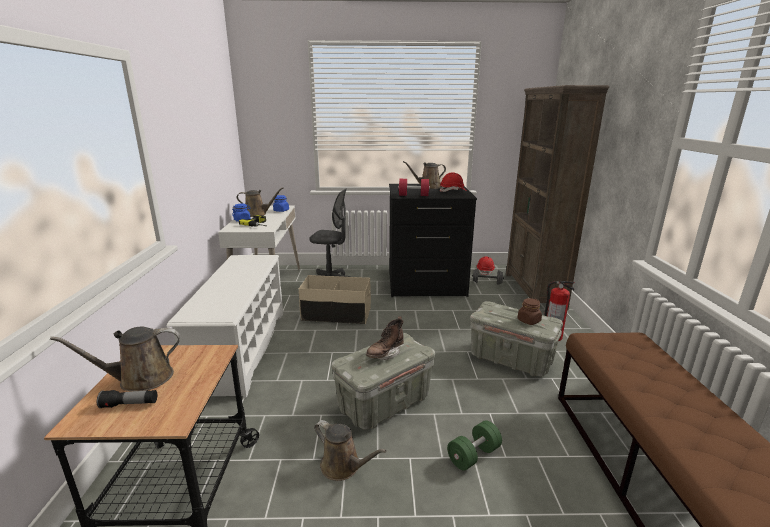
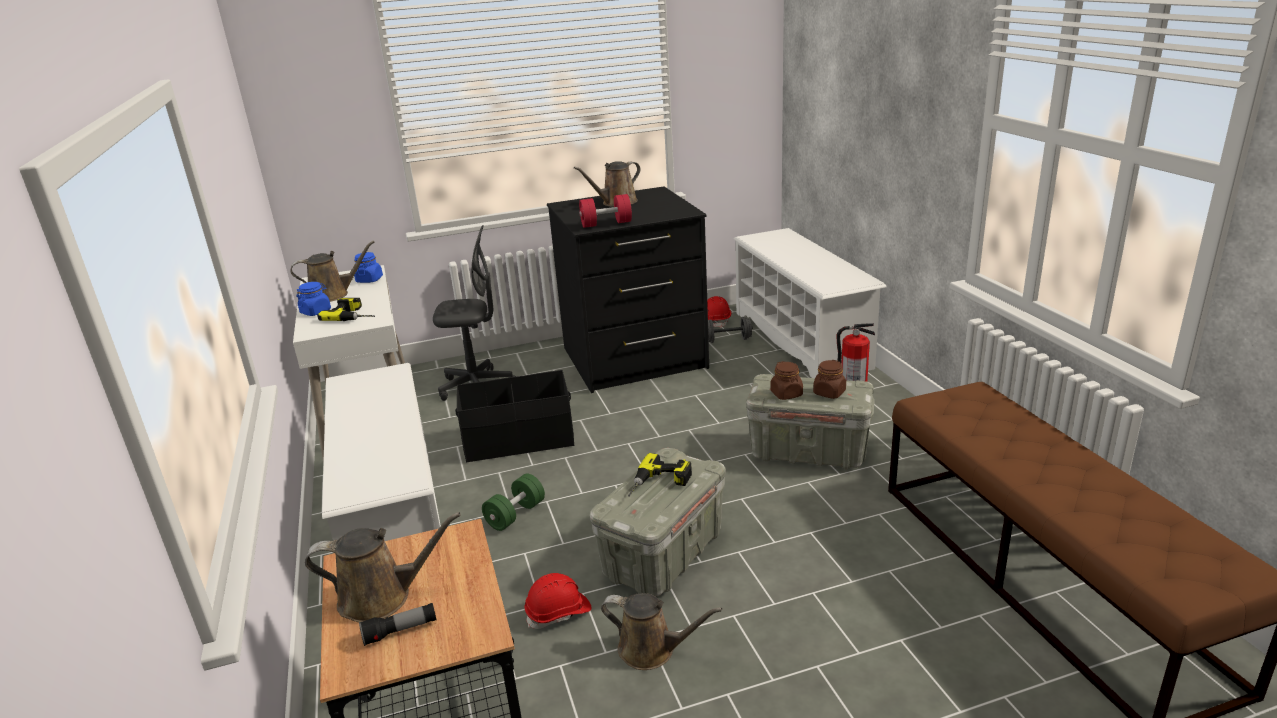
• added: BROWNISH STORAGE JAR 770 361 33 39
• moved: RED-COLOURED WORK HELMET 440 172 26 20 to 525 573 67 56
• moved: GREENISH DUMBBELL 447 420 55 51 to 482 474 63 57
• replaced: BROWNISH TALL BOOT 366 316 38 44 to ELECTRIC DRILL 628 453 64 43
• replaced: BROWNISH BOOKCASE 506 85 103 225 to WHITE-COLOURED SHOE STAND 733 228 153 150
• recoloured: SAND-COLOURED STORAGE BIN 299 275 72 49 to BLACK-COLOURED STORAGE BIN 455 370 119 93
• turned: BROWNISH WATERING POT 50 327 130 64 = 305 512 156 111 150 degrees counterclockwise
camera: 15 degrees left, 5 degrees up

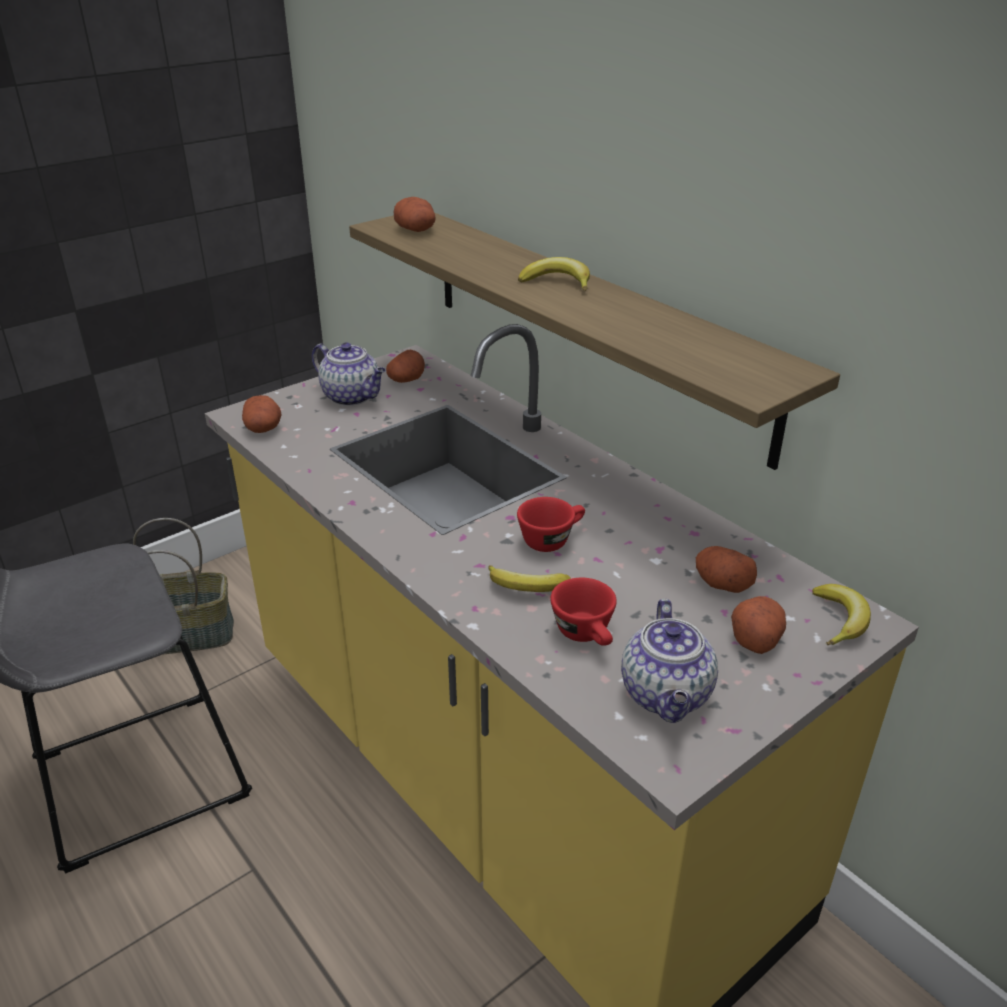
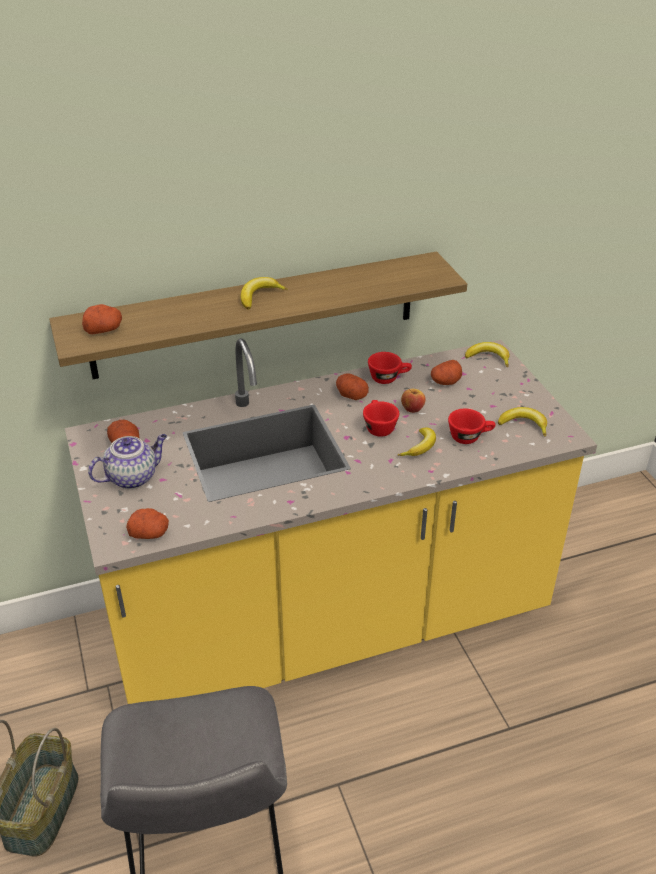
• added: RED-COLOURED DRINKING CUP 368 352 44 32
• added: WHOLE APPLE 401 389 25 24
• moved: WHOLE POTATO 731 596 55 58 to 336 374 33 26
• replaced: TEA POT 621 599 97 124 to BANANA 498 407 49 30
camera: 70 degrees left, 5 degrees up

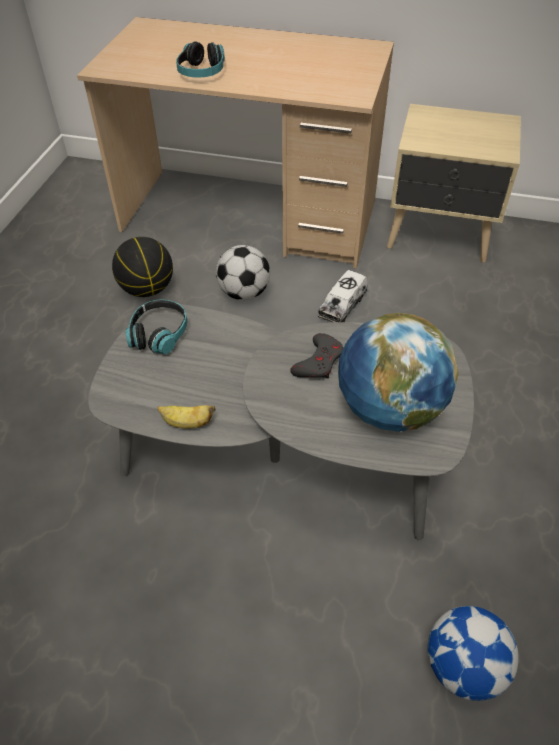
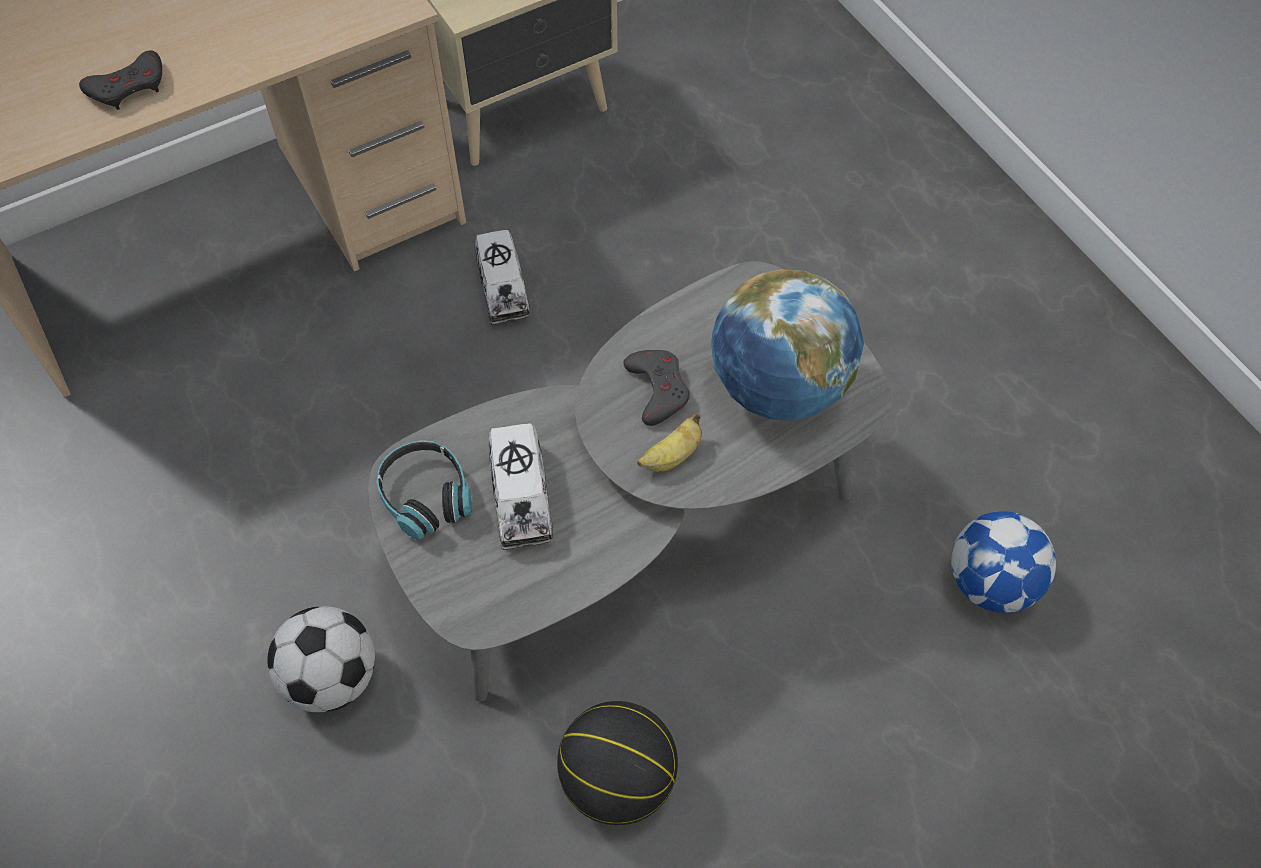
• added: MODEL TRUCK 488 423 66 127
• moved: BASKETBALL BALL 112 237 61 60 to 557 701 121 124
• moved: BANANA 158 405 57 23 to 637 413 65 59
• moved: FOOTBALL 216 245 54 55 to 267 606 108 107
• replaced: HEADSET 176 41 49 36 to GREY GAMEPAD 79 50 83 60
camera: 45 degrees left, 10 degrees up

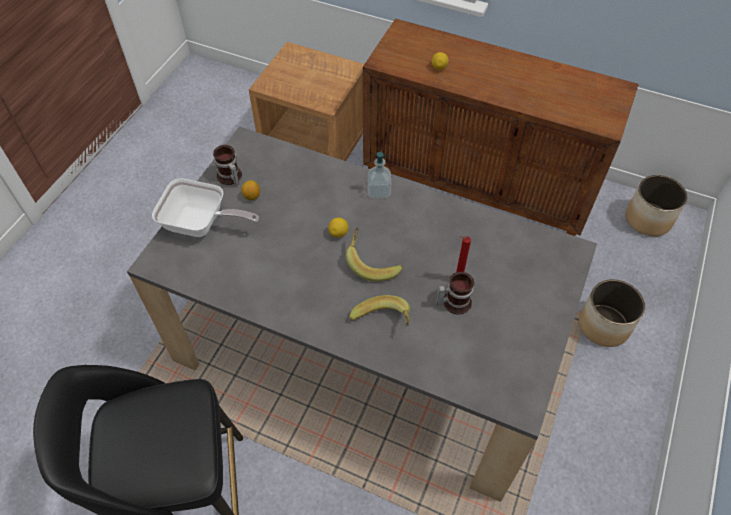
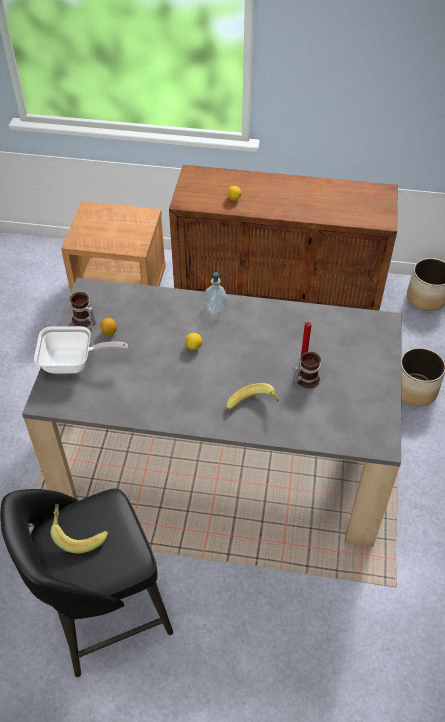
• moved: BANANA 346 227 57 55 to 50 504 58 49
camera: 15 degrees left, 5 degrees down

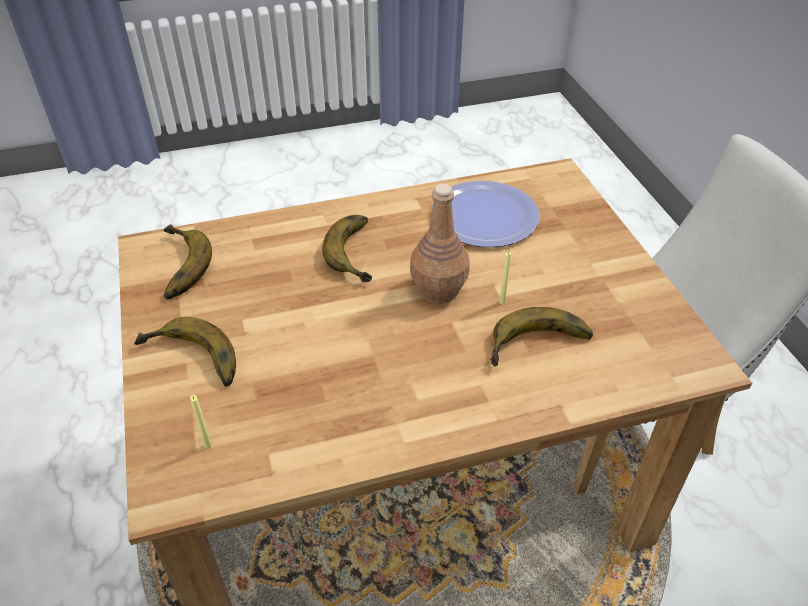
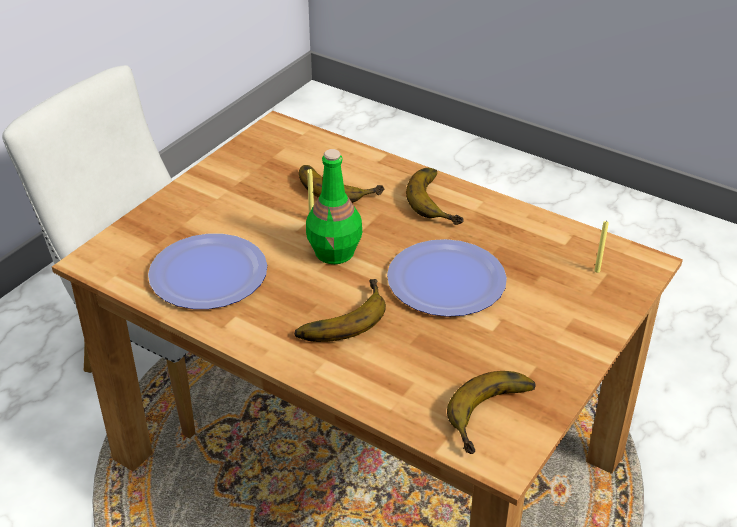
• added: DINNER PLATE 387 239 120 78
• moved: BANANA 134 317 102 70 to 406 168 57 57
• recoloured: BROWNISH BEVERAGE BOTTLE 410 184 60 120 to GREENISH BEVERAGE BOTTLE 306 149 56 115
camera: 130 degrees left, 5 degrees down

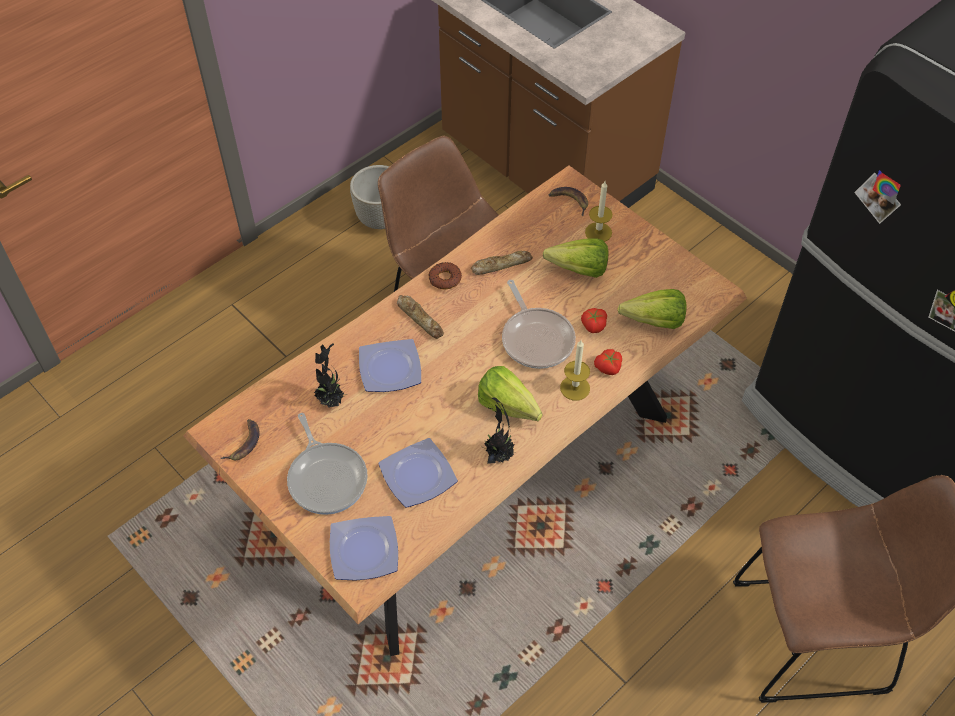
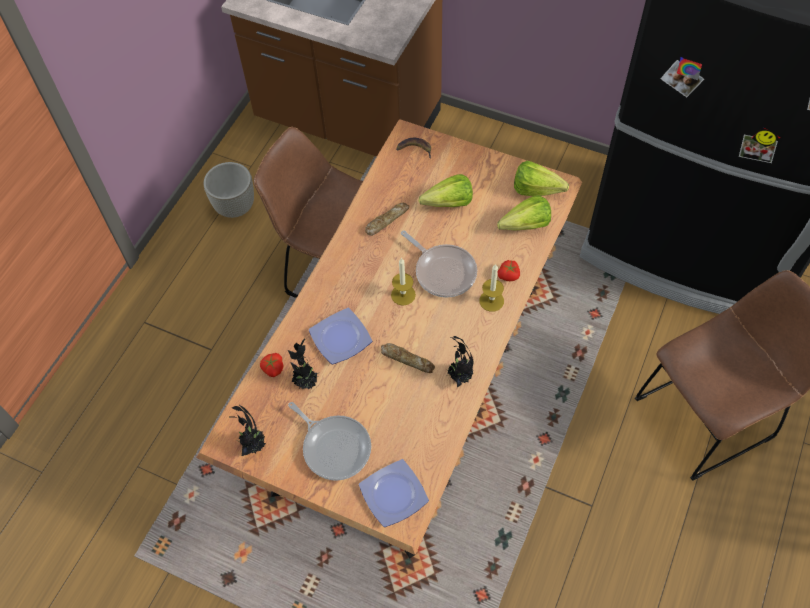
• removed: DINNER PLATE 378 438 80 70
• removed: DONUT 429 262 33 28
• moved: BAKERY BREAD 397 295 47 44 to 381 343 54 30
• moved: HEAD OF LETTUCE 478 366 64 55 to 514 161 55 35
• moved: TOMATO 581 308 26 25 to 260 353 23 24
• moved: WAX LIGHT 585 181 28 61 to 391 258 25 48
• replaced: BANANA 221 419 38 41 to HOUSEPLANT 229 404 37 52
camera: 20 degrees left, 5 degrees up

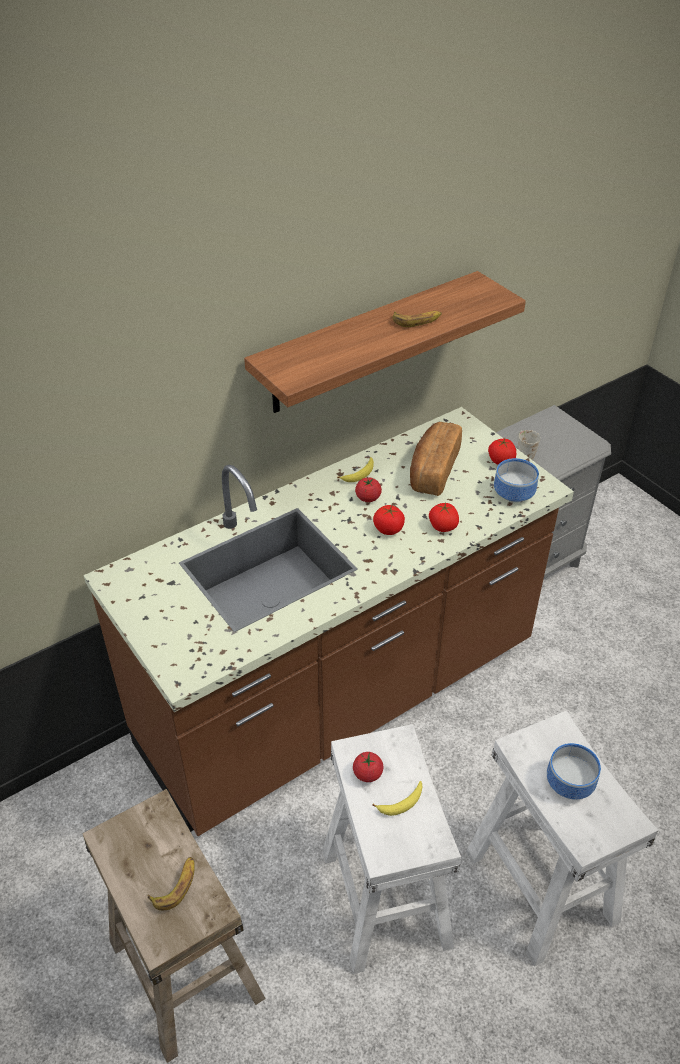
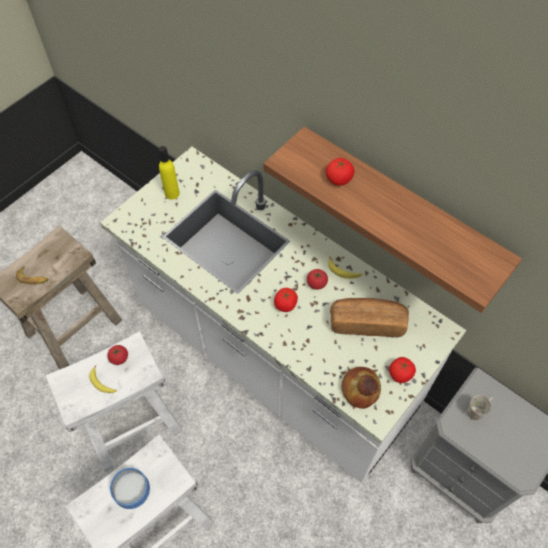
• removed: BANANA 392 311 50 16
• added: YELLOWISH BEVERAGE BOTTLE 159 146 21 54
• moved: TOMATO 429 503 30 29 to 326 158 29 28
• replaced: BOWL 494 458 45 44 to BAKERY BREAD 341 367 40 42
• recoloured: BROWNISH KITCHEN BASE UNIT 83 407 491 429 to WHITE-COLOURED KITCHEN BASE UNIT 100 147 366 336
camera: 75 degrees right, 15 degrees up

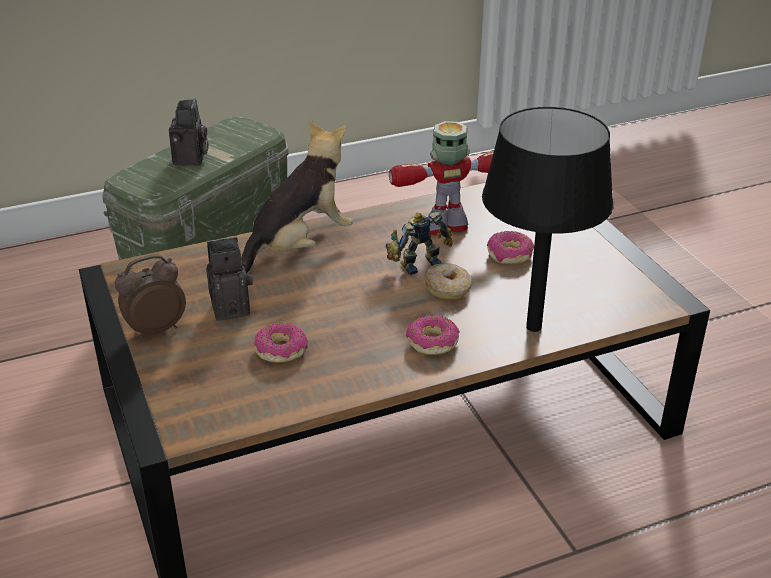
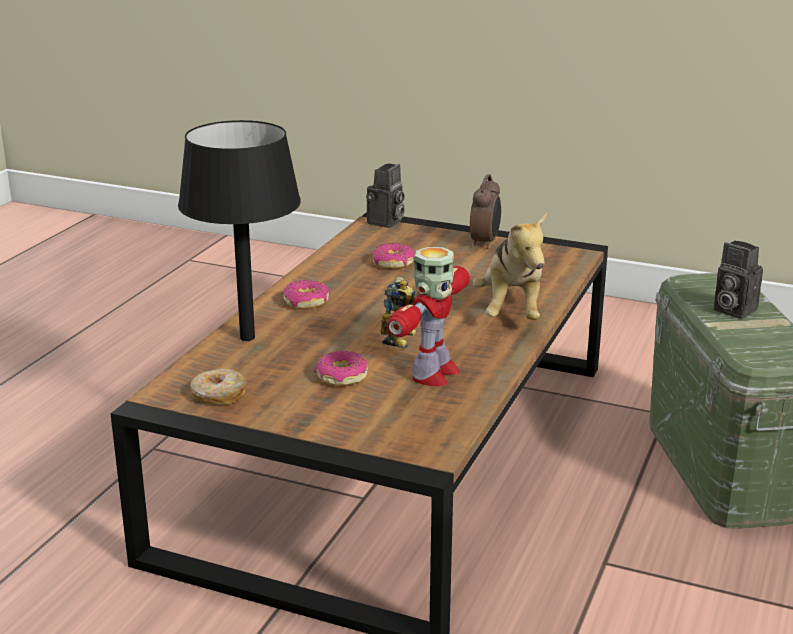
• moved: STILL CAMERA 206 237 47 84 to 366 164 39 64
• moved: DONUT 424 263 48 36 to 190 369 56 36
camera: 135 degrees right, 10 degrees down

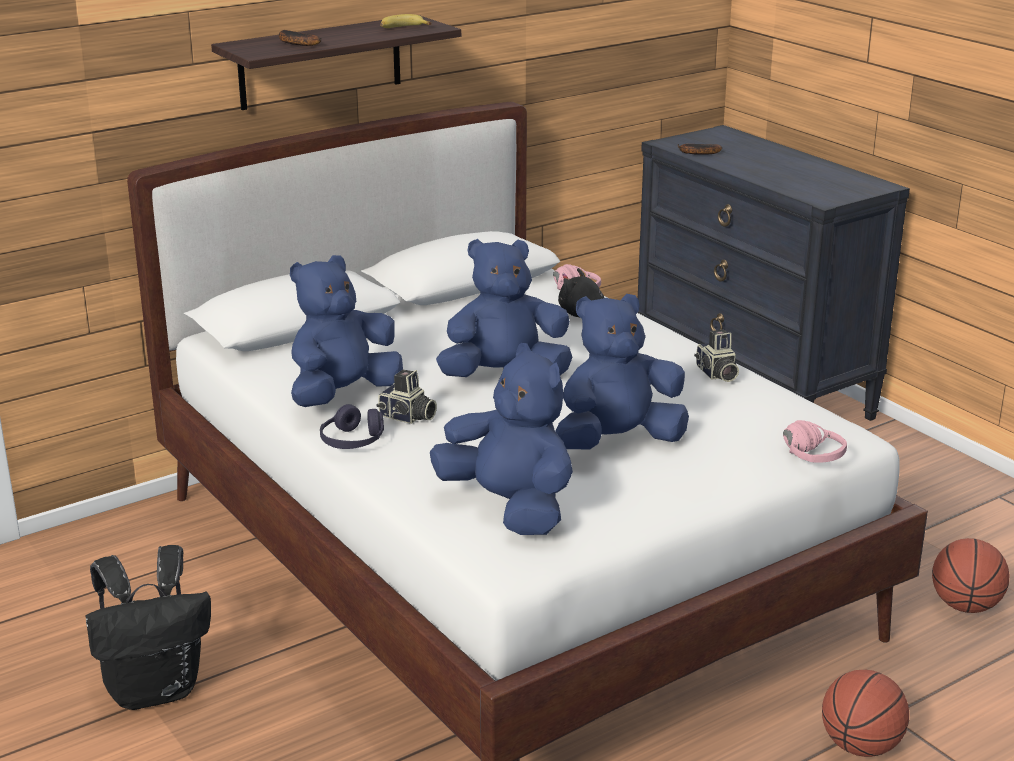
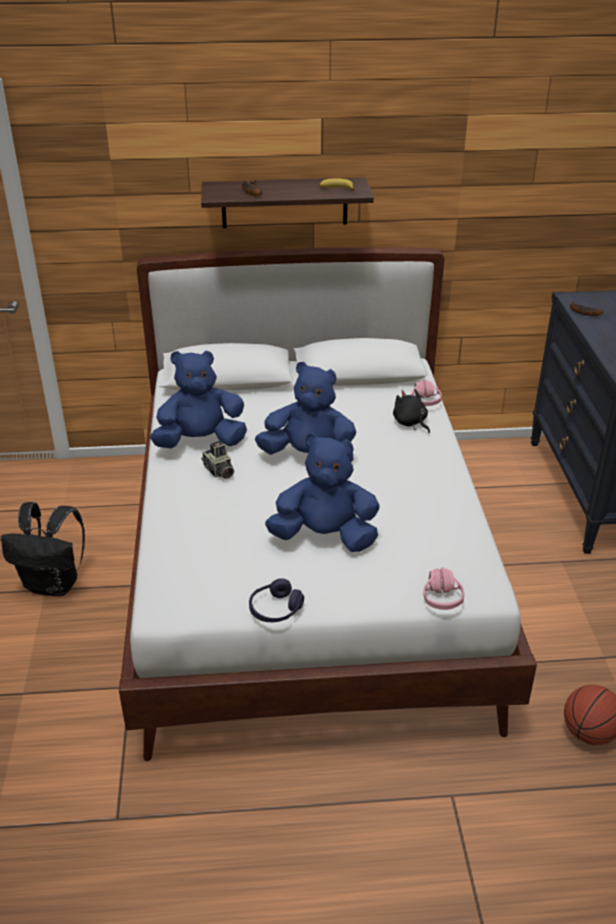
• removed: BLUISH CUDDLY TOY 430 343 143 192
• removed: STILL CAMERA 694 329 45 53
• removed: BASKETBALL BALL 822 670 87 87
• moved: PURPLE HEADSET 320 404 64 45 to 249 578 55 44
camera: 30 degrees right, 10 degrees up

